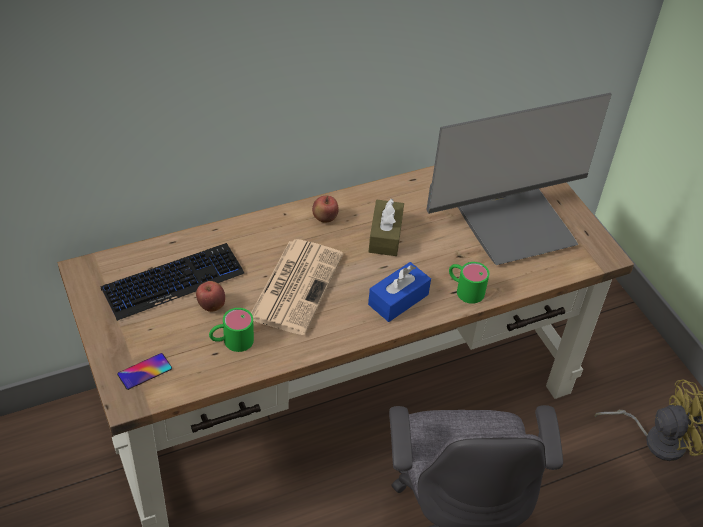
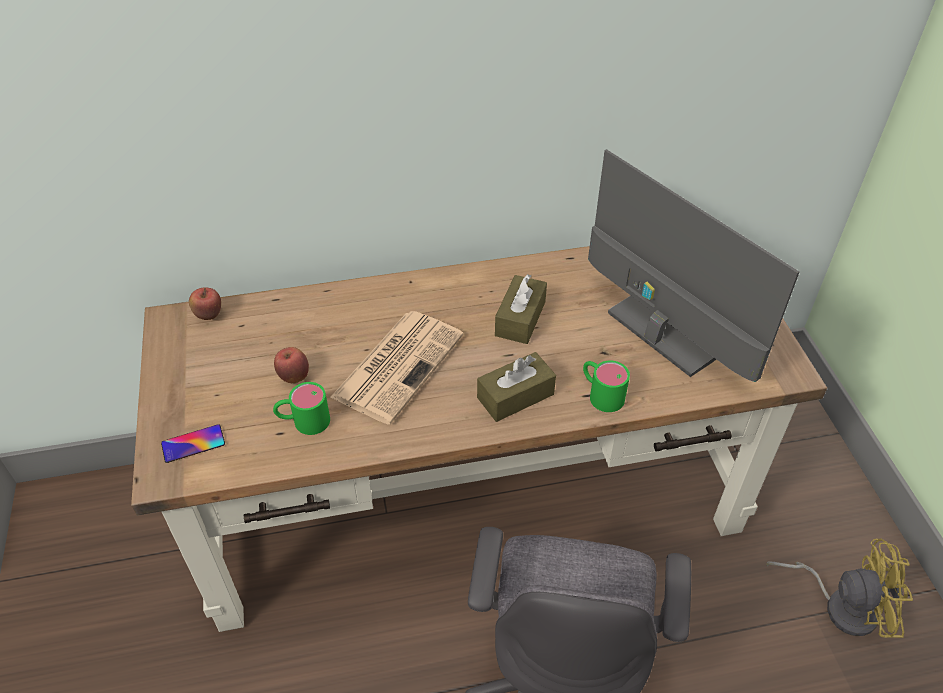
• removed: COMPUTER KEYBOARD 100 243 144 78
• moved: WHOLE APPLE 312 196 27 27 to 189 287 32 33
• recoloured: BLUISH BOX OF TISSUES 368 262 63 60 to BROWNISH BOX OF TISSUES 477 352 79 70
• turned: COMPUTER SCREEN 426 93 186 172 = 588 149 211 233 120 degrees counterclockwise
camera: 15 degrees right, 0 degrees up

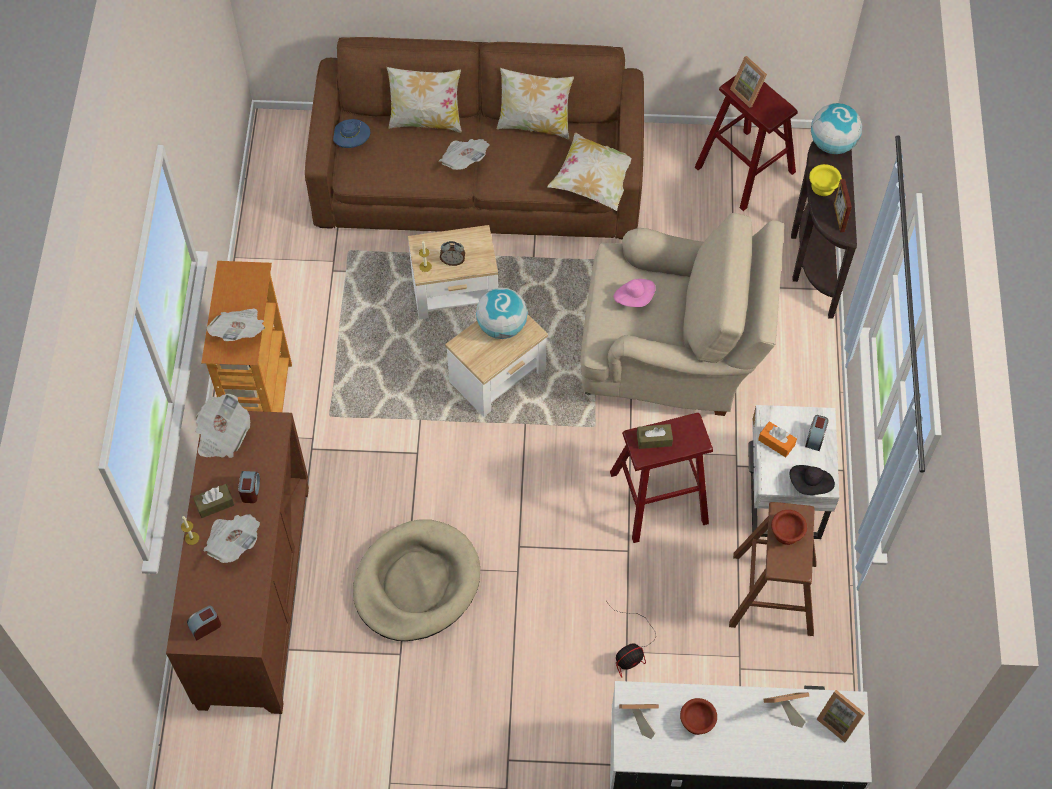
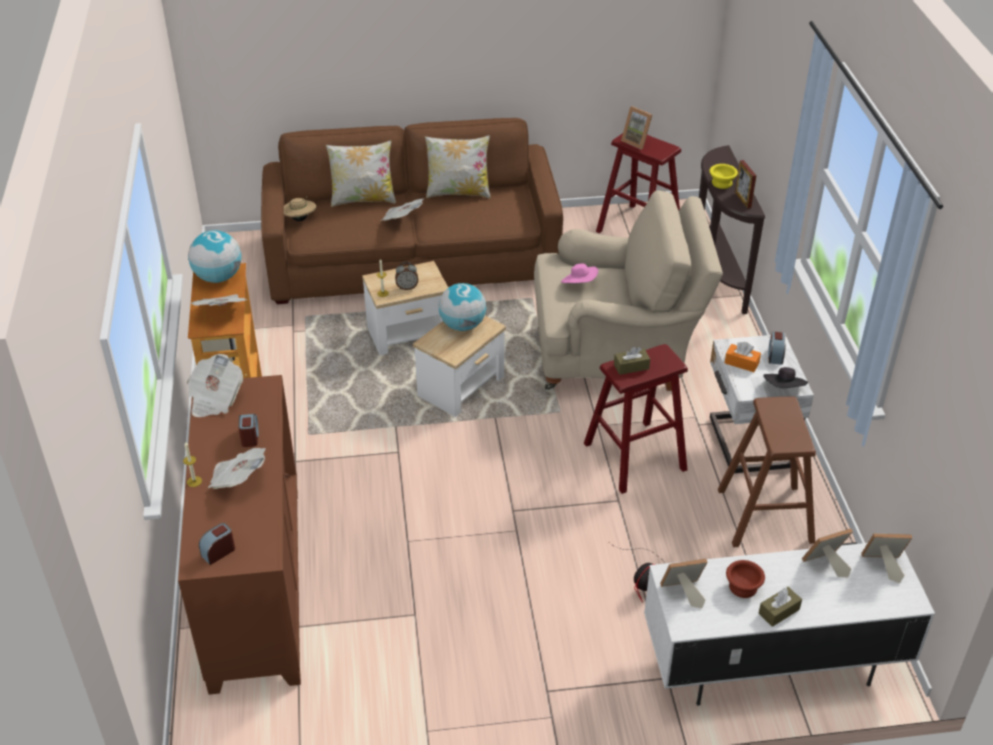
• removed: SAND-COLOURED DOG CUSHION 353 519 127 122
• removed: THROW PILLOW 547 133 97 78
• removed: BROWNISH BOWL 771 510 36 35
• moved: BROWNISH BOX OF TISSUES 193 484 41 34 to 758 587 44 40
• moved: DESK GLOBE 811 103 51 51 to 188 230 54 53
• recoloured: BLUISH WEARABLE HAT 333 119 37 29 to SAND-COLOURED WEARABLE HAT 284 196 32 25
• turned: PHOTO FRAME 817 690 48 53 = 861 533 51 50 150 degrees clockwise
camera: 10 degrees left, 20 degrees down

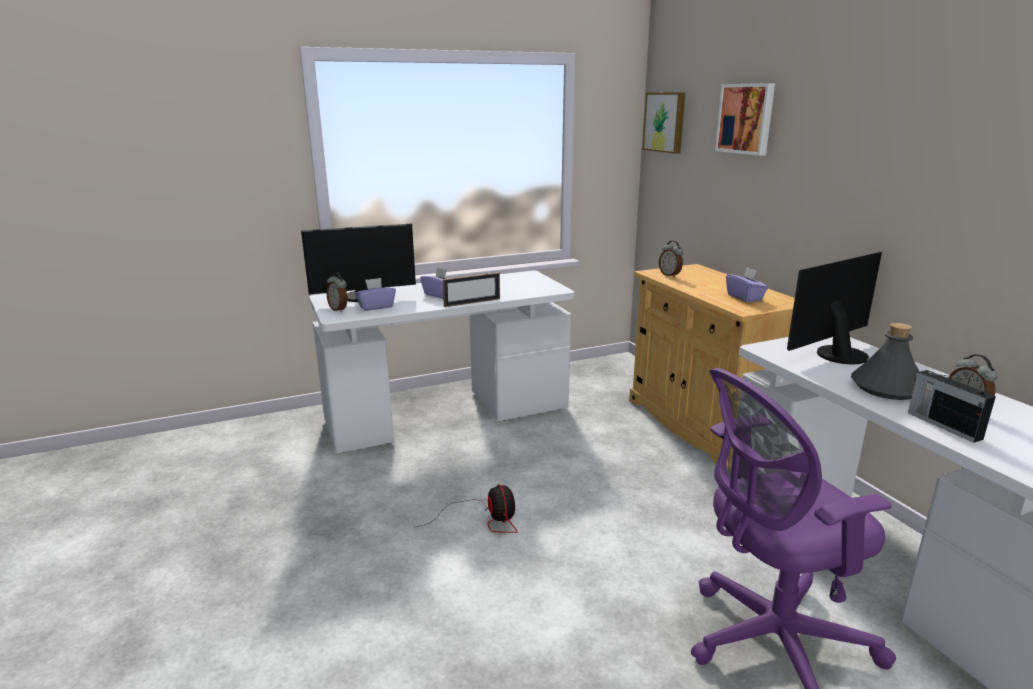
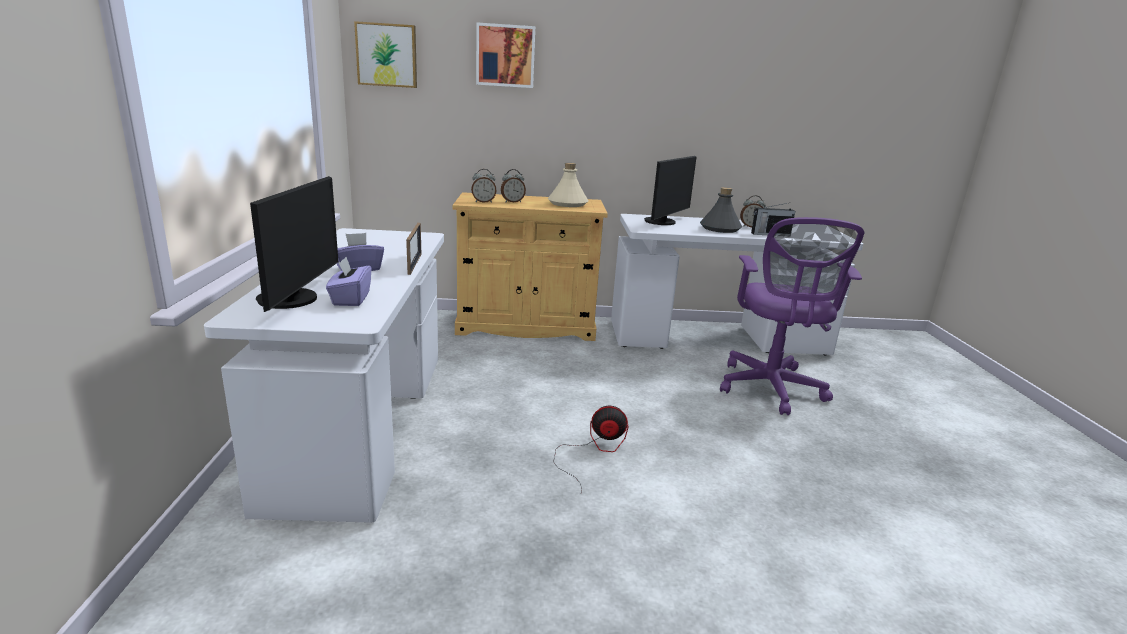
• moved: ALARM CLOCK 327 272 21 40 to 501 169 25 33
• replaced: PURPLE BOX OF TISSUES 726 267 42 35 to SAND-COLOURED BEVERAGE BOTTLE 548 163 40 44
• turned: COMPUTER SCREEN 787 252 95 112 = 644 156 53 69 135 degrees counterclockwise
camera: 70 degrees left, 0 degrees up

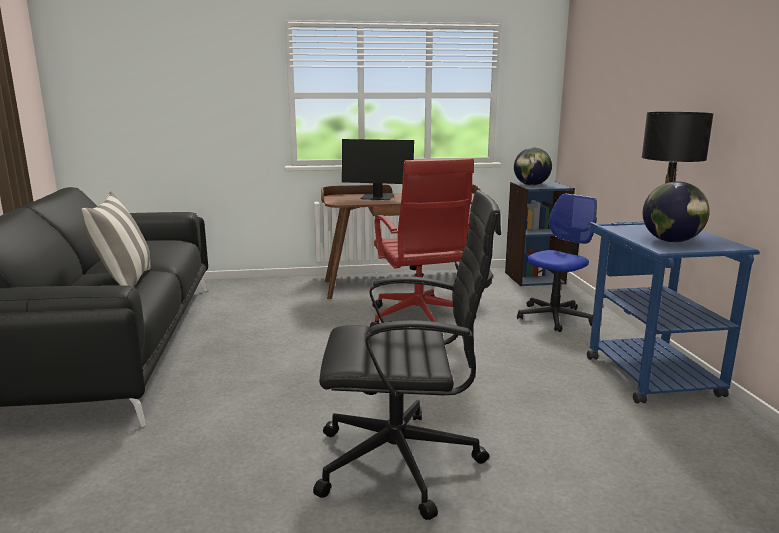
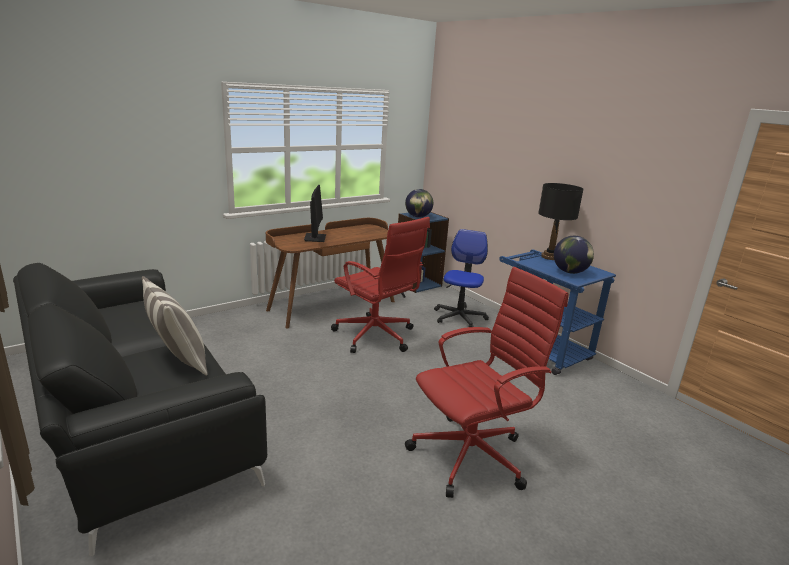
• recoloured: BLACK-COLOURED DESK CHAIR 313 190 188 330 to RED-COLOURED DESK CHAIR 405 267 164 231
• turned: COMPUTER SCREEN 342 139 72 61 = 304 185 22 57 75 degrees counterclockwise
camera: 30 degrees left, 5 degrees up

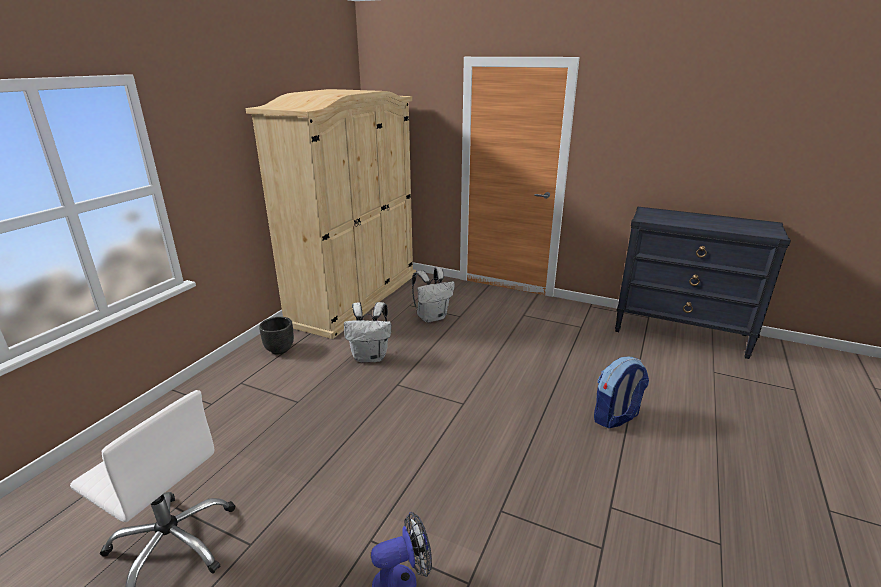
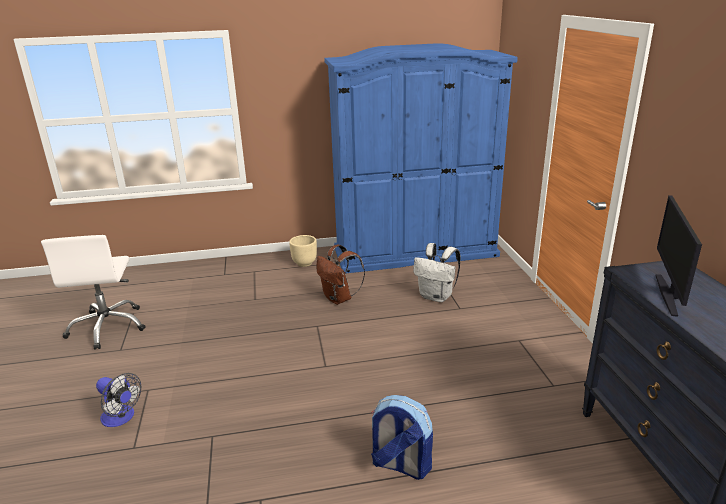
• added: COMPUTER SCREEN 656 195 46 122
• recoloured: SAND-COLOURED WARDROBE 245 89 171 250 to BLUISH WARDROBE 324 43 194 230
• recoloured: BLACK-COLOURED PLANT POT 259 317 35 38 to SAND-COLOURED PLANT POT 289 235 28 32
• recoloured: WHITE-COLOURED KNAPSACK 344 302 47 61 to BROWNISH KNAPSACK 317 245 48 60
camera: 55 degrees right, 0 degrees up

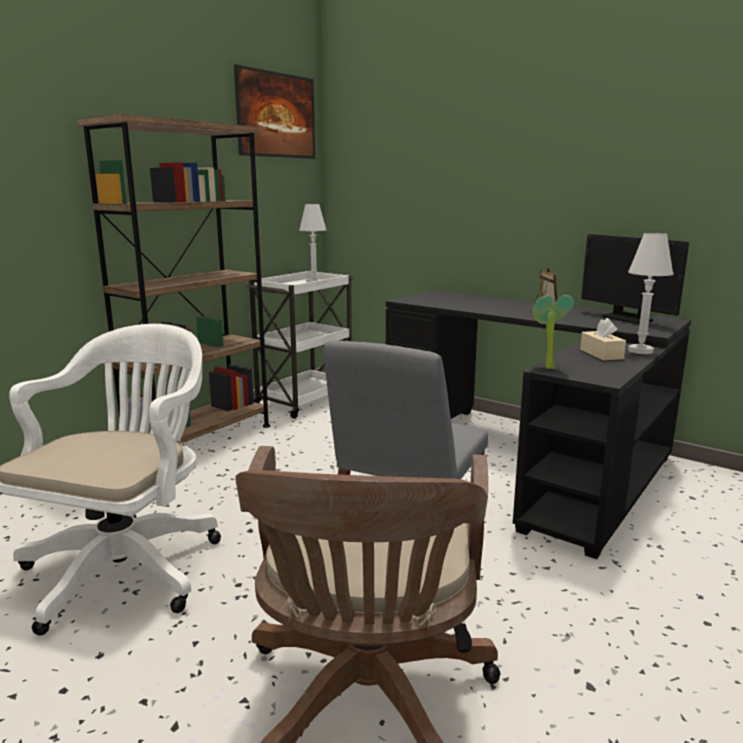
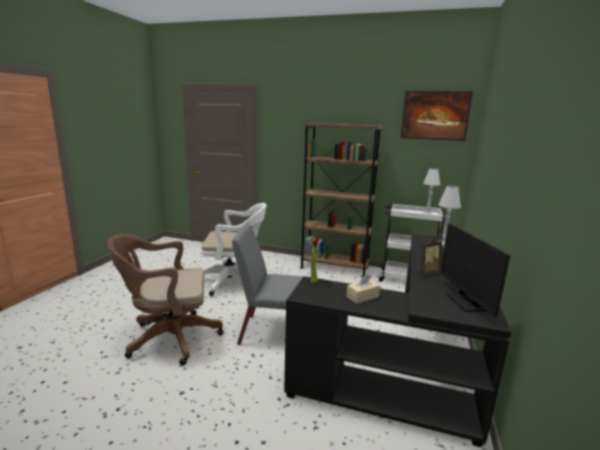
• moved: WHITE-COLOURED TABLETOP LAMP 628 233 45 121 to 438 186 23 61
• turned: COMPUTER SCREEN 581 234 108 90 = 440 223 70 94 45 degrees counterclockwise
camera: 70 degrees right, 0 degrees up

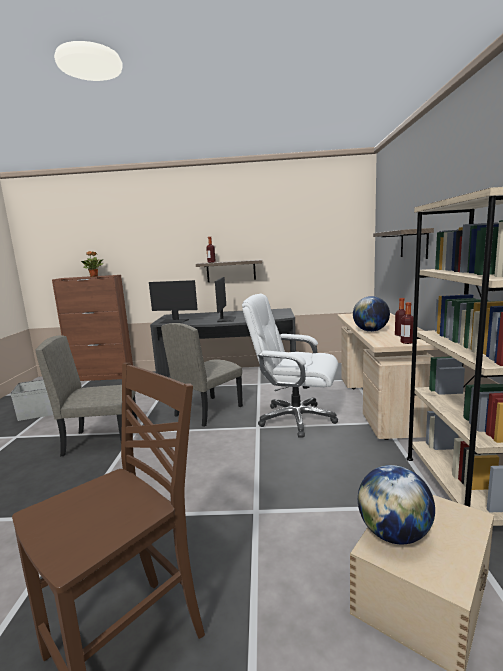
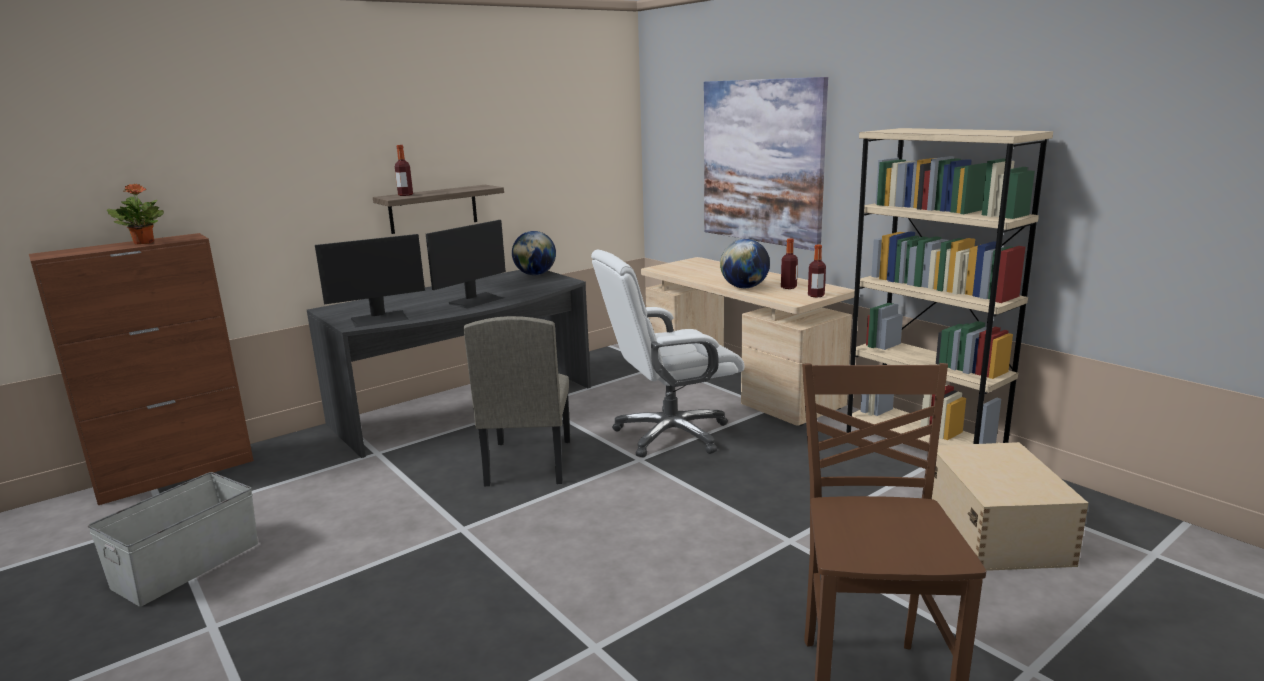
• removed: SAND-COLOURED PLAIN CHAIR 35 335 103 121
• moved: DESK GLOBE 358 465 77 79 to 512 231 44 44
• replaced: WALL SHELF 373 228 61 31 to WALL PICTURE 704 77 124 174
• turned: COMPUTER SCREEN 215 277 21 45 = 426 220 80 89 75 degrees clockwise
camera: 40 degrees left, 5 degrees up

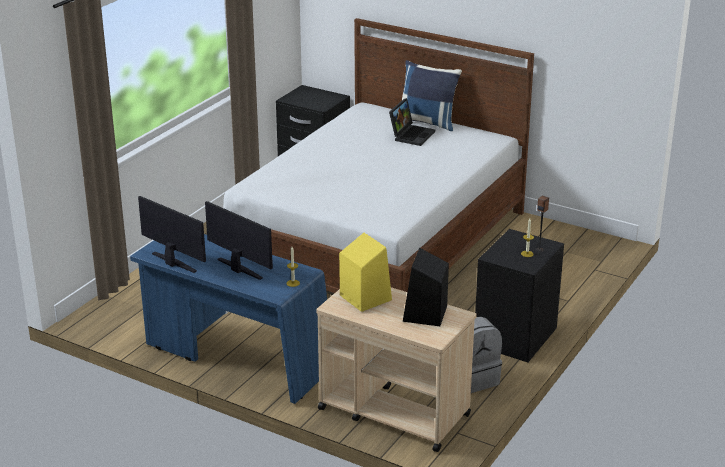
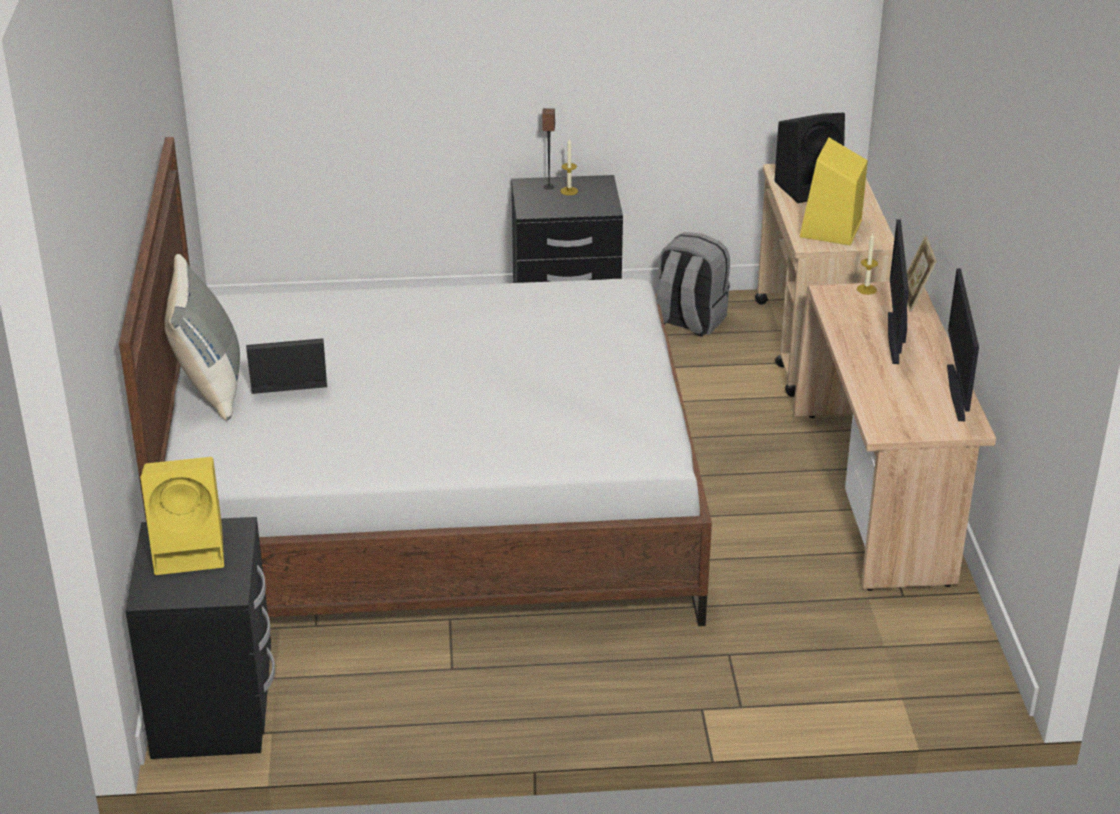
• added: YELLOWISH SPEAKER 141 457 83 118
• added: PHOTO FRAME 907 236 30 76
• recoloured: BLUISH DESK TABLE 130 234 197 170 to SAND-COLOURED DESK TABLE 793 282 203 309
• recoloured: BLUISH THROW PILLOW 402 60 60 71 to GREY THROW PILLOW 165 254 75 167
camera: 125 degrees left, 5 degrees up

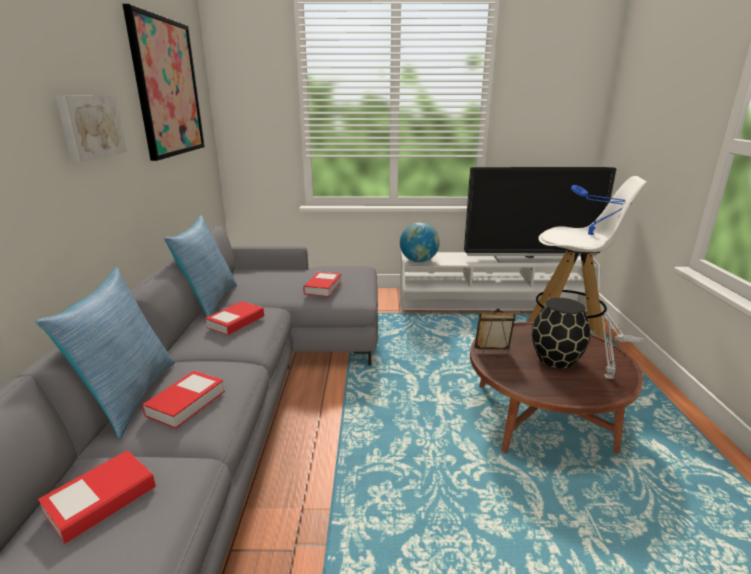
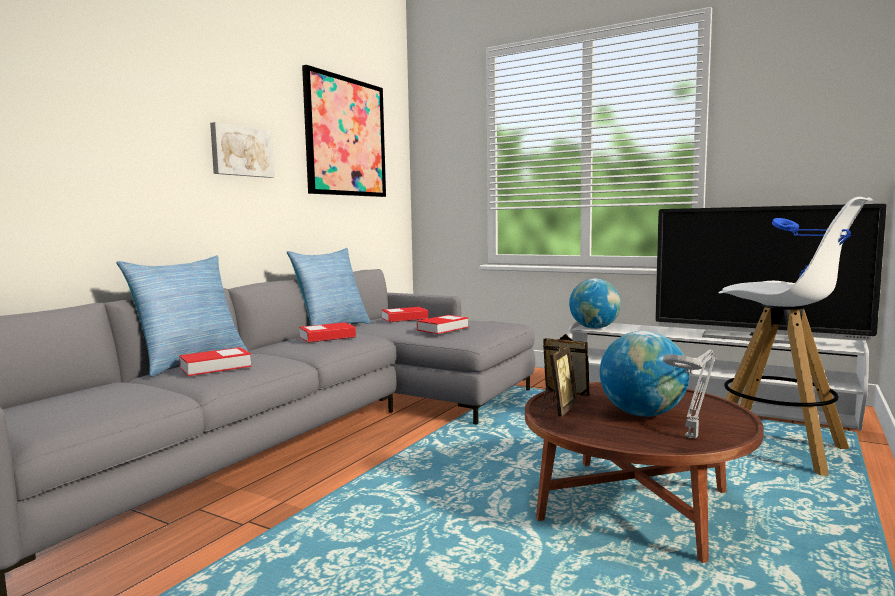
• added: PHOTO FRAME 540 343 37 73
• moved: BOUND BOOK 38 450 118 94 to 381 307 47 15
• replaced: BLACK-COLOURED VASE 532 298 59 71 to DESK GLOBE 600 331 89 86
camera: 30 degrees right, 15 degrees down

